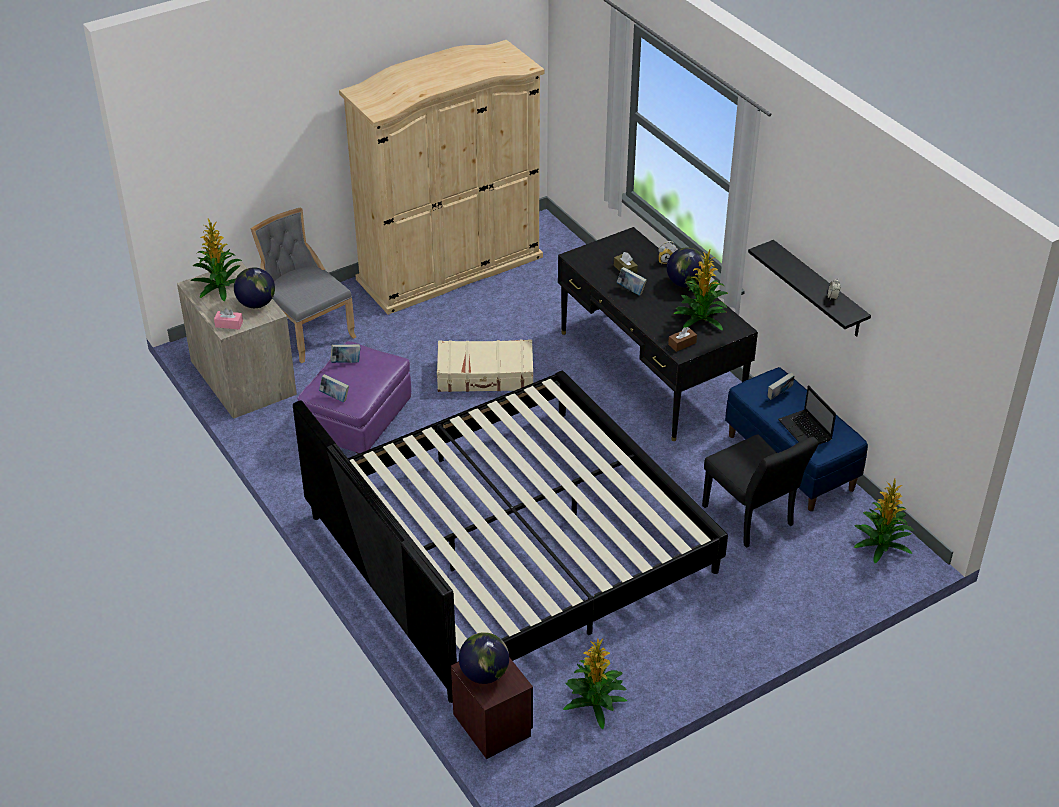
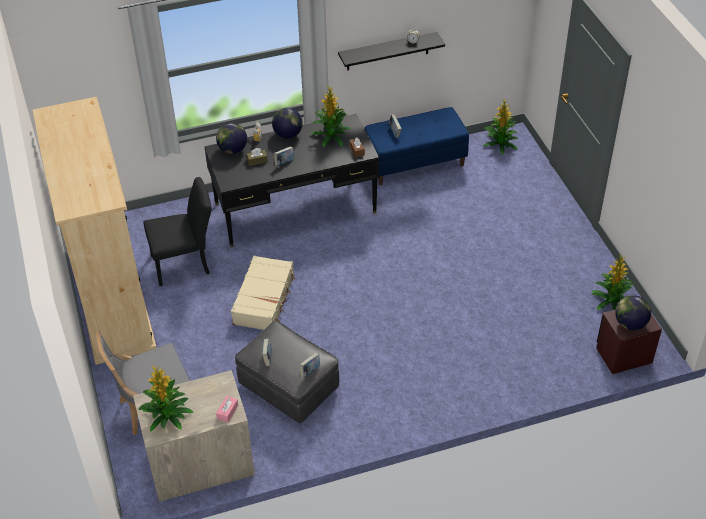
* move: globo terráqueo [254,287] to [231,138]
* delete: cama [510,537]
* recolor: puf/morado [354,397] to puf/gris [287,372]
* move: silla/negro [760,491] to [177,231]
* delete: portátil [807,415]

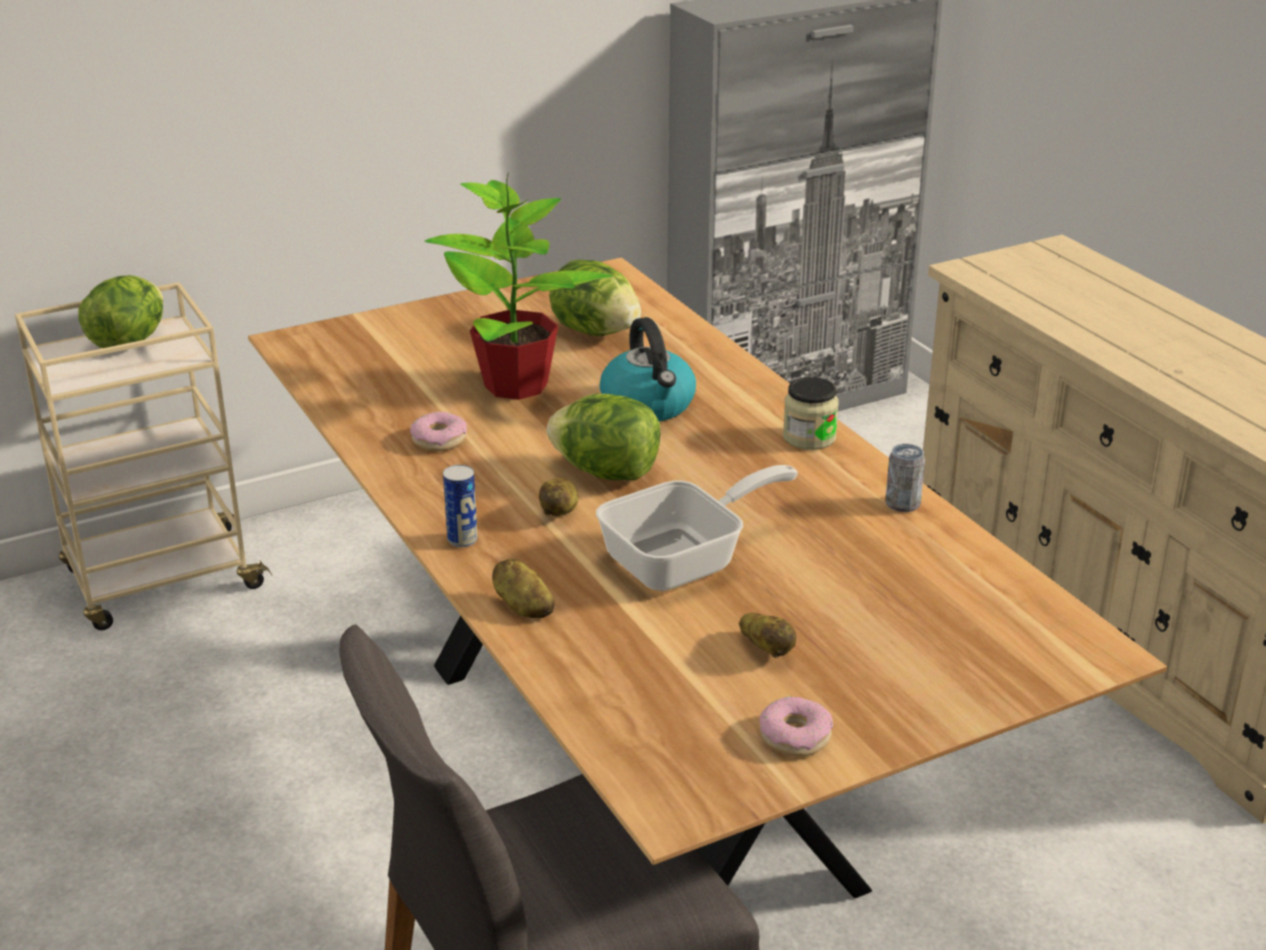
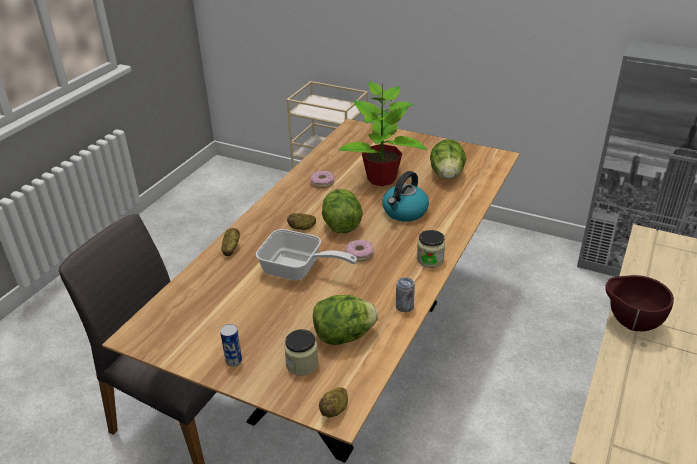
* move: lechuga [121,311] to [345,320]
* move: lata [460,506] to [231,345]
* move: patata [768,635] to [333,402]
* move: rosquilla [796,726] to [359,251]
* insert: tarro [301,352]
* insert: cuenco/marrón [639,303]

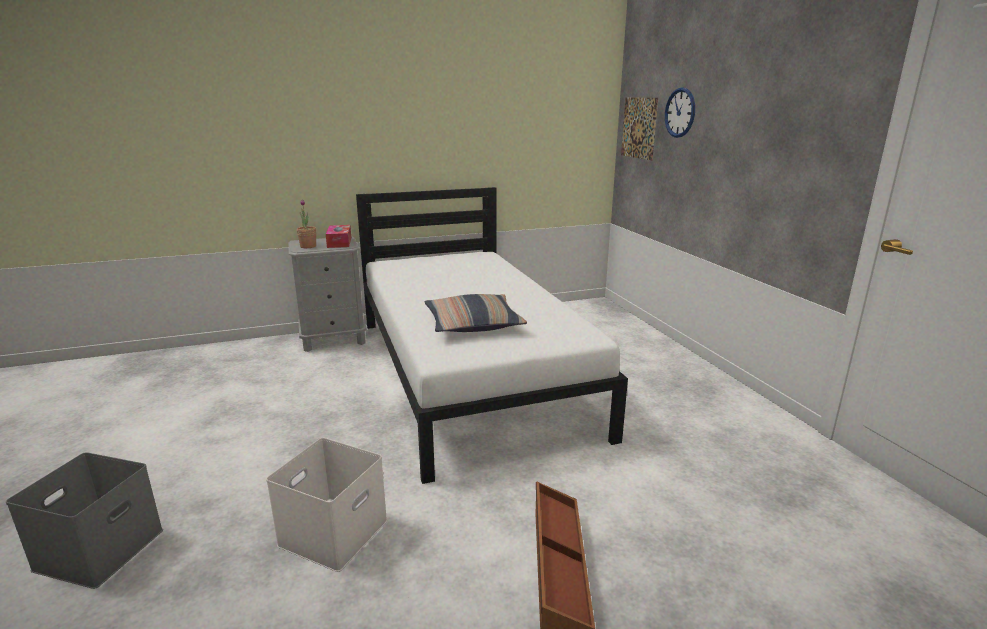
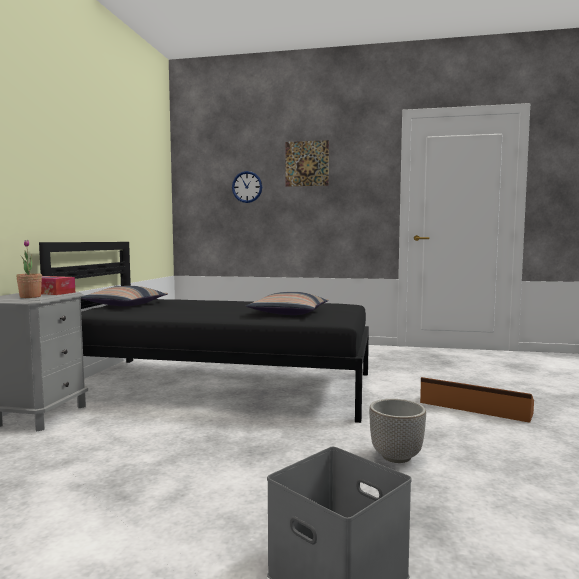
* replace: caja de almacenaje/blanco [326,505] to maceta [397,431]
* recolor: cama/blanco [492,335] to cama/negro [204,332]
* move: cuadro [639,129] to [307,163]
* insert: cojín [124,296]

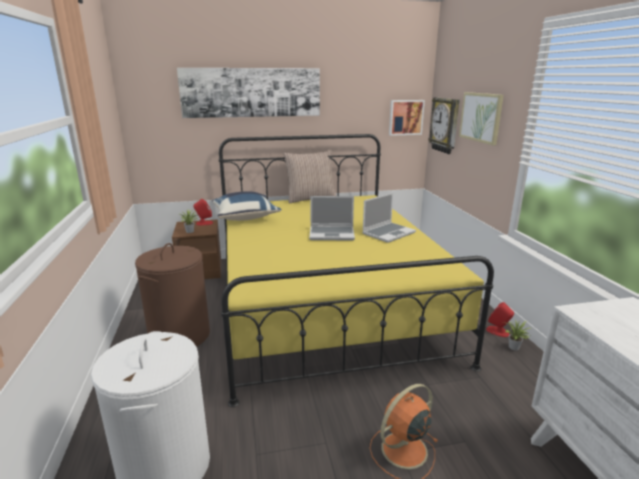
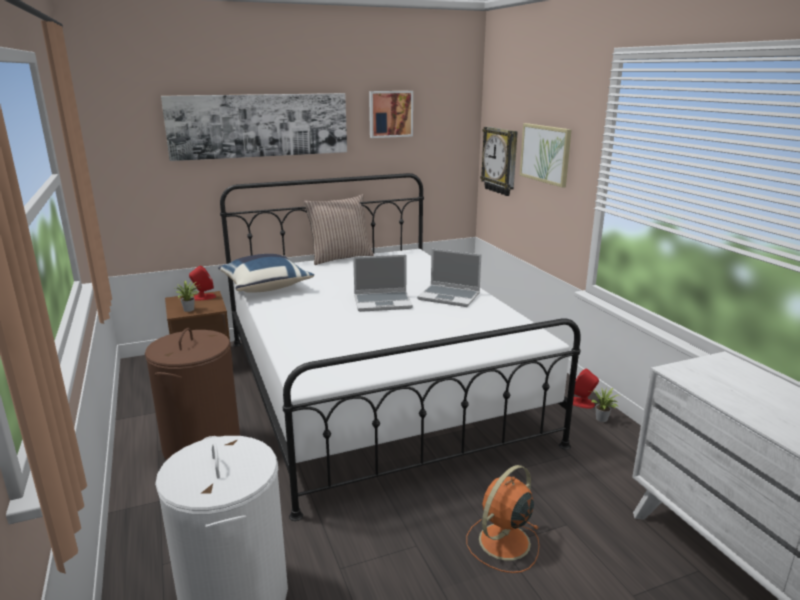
* recolor: cama/amarillo [356,270] to cama/blanco [400,347]
* rotate: portátil [389,218] = [449,278] 75 degrees clockwise
* move: cuadro [407,118] to [391,114]

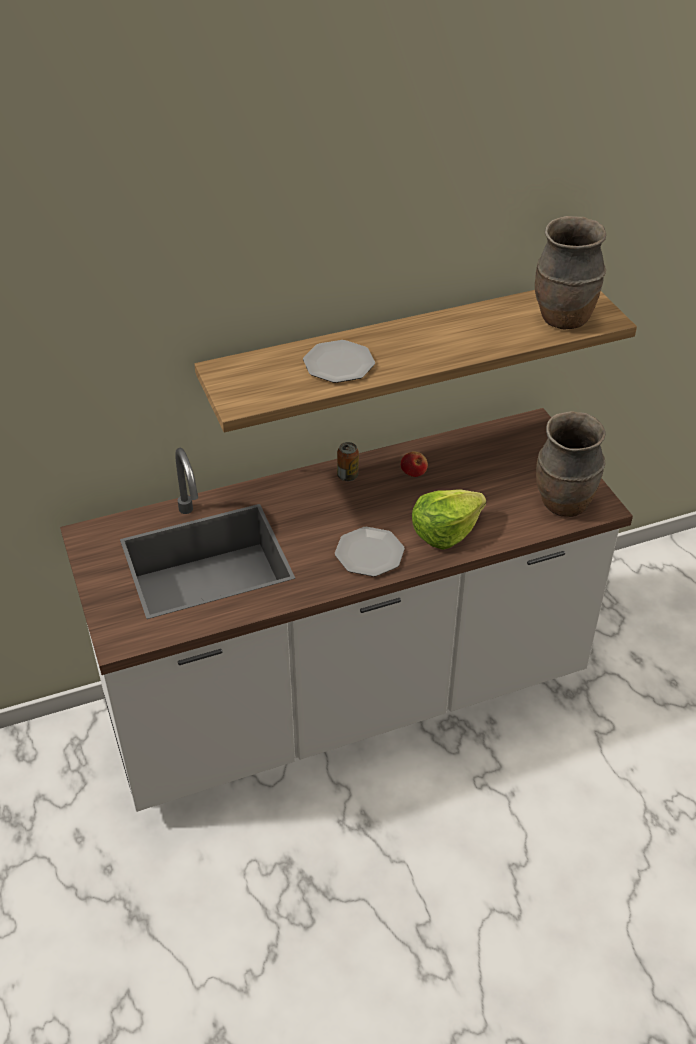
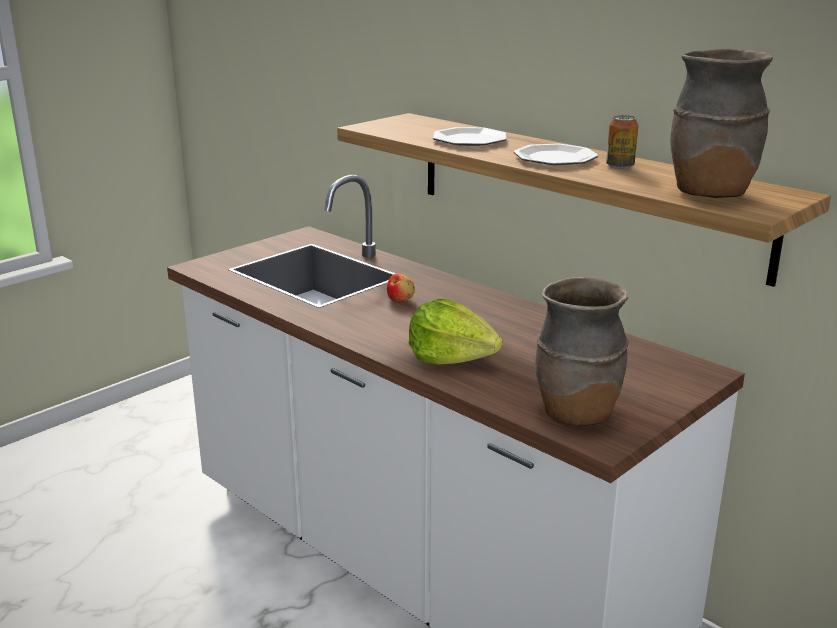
* move: plato [370,552] to [556,154]
* move: lata [348,461] to [622,142]
* move: manzana [414,464] to [401,287]

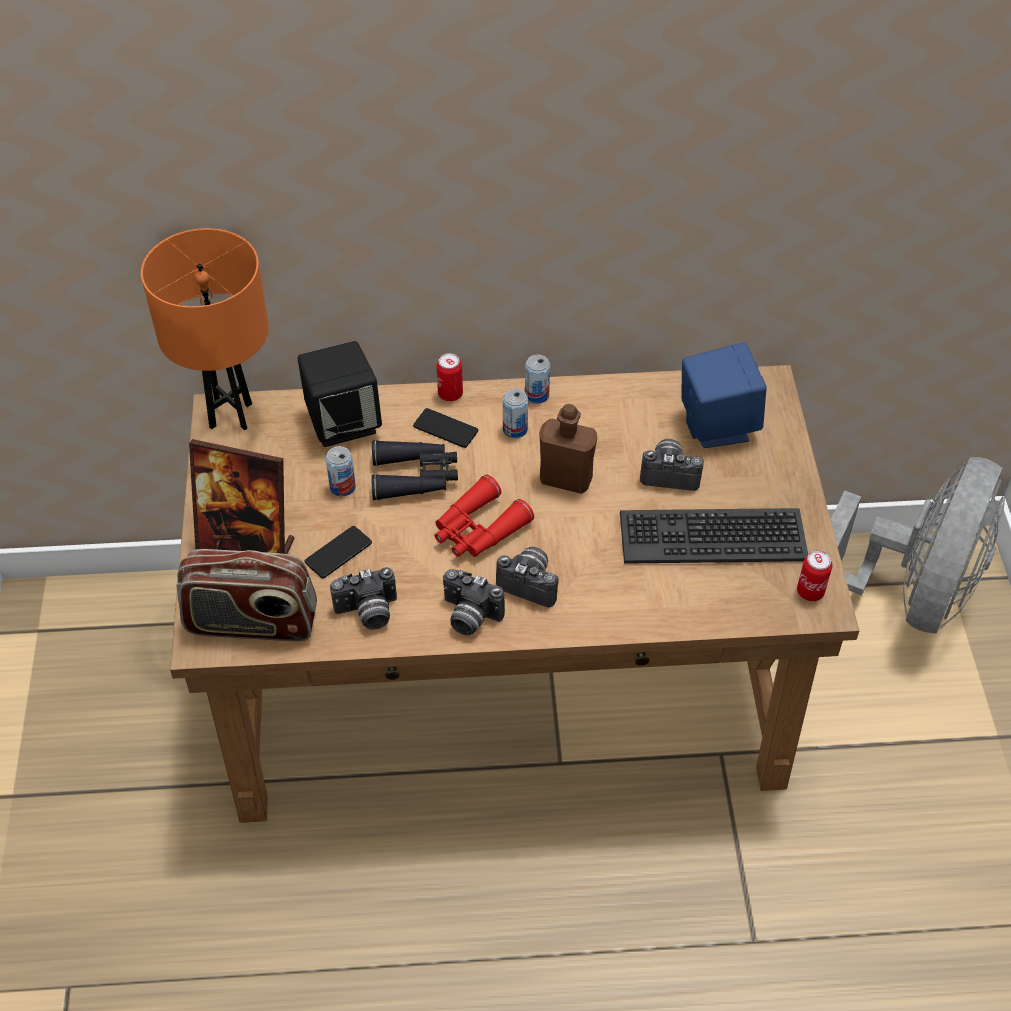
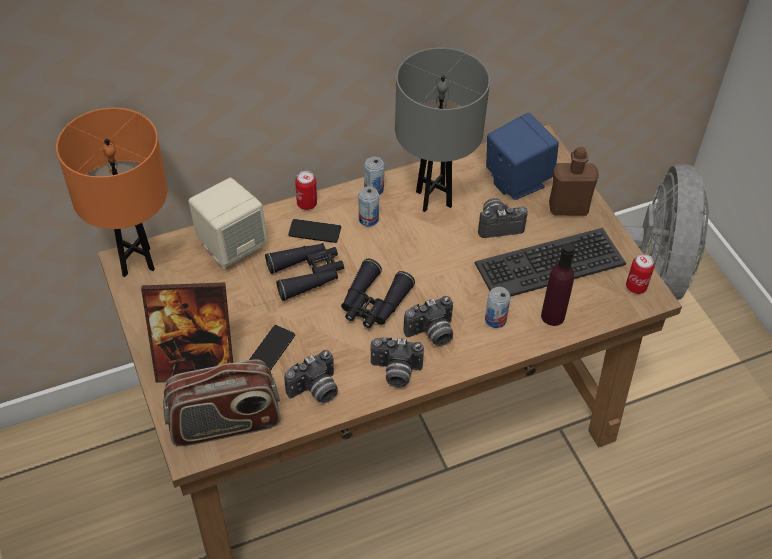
* recolor: altavoz/negro [340,394] to altavoz/beis [228,223]
* move: lata [341,471] to [497,307]
* recolor: prismáticos/rojo [484,516] to prismáticos/negro [378,293]
* rotate: cámara [527,577] = [428,321] 150 degrees clockwise
* move: botella/marrón [568,449] to [574,181]
* insert: lámpara de mesa/gris [442,130]
* insert: botella/morado [558,284]

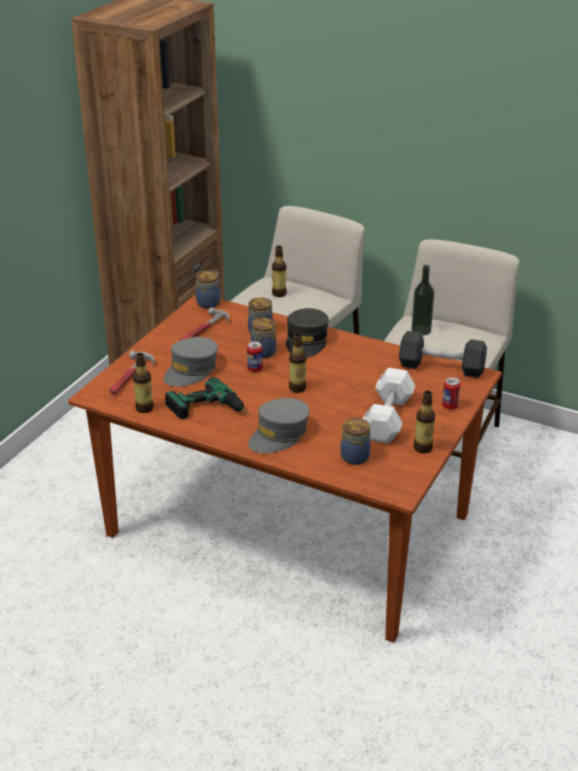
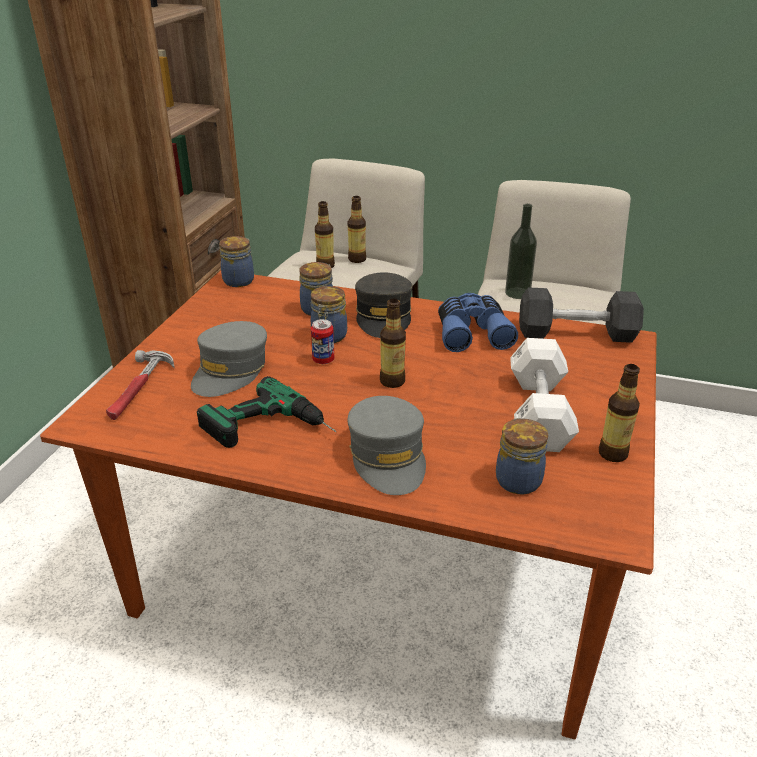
* move: botella [143,383] to [357,229]
* delete: martillo [204,323]
* rotate: gorra/gris [279,425] = [387,445] 45 degrees counterclockwise
* delete: lata [451,393]
* insert: prismáticos/azul [478,322]

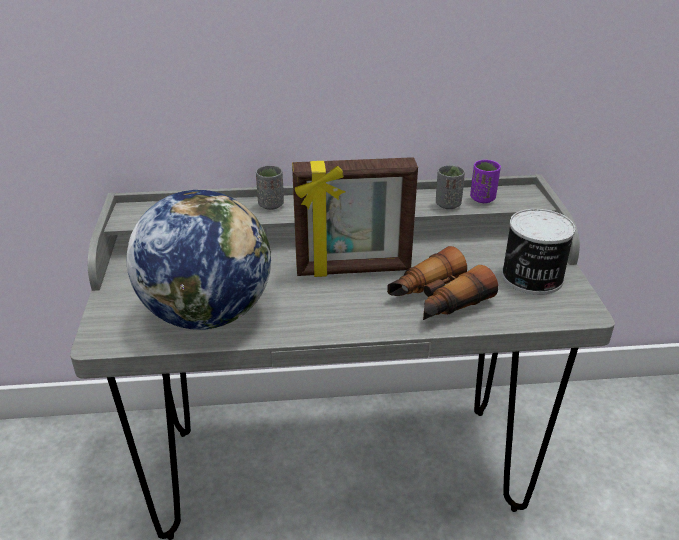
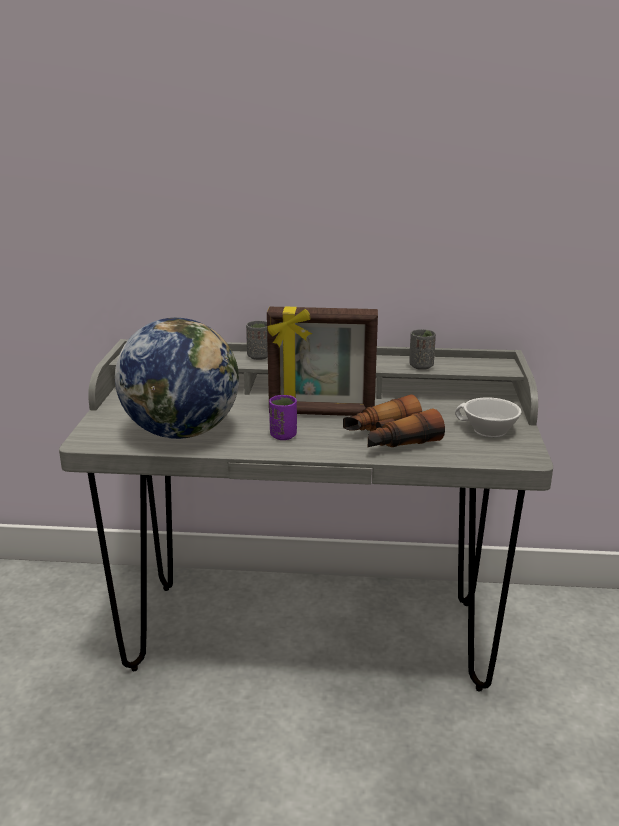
* move: taza/morado [485,181] to [283,417]
* replace: lata [539,252] to taza/blanco [488,417]

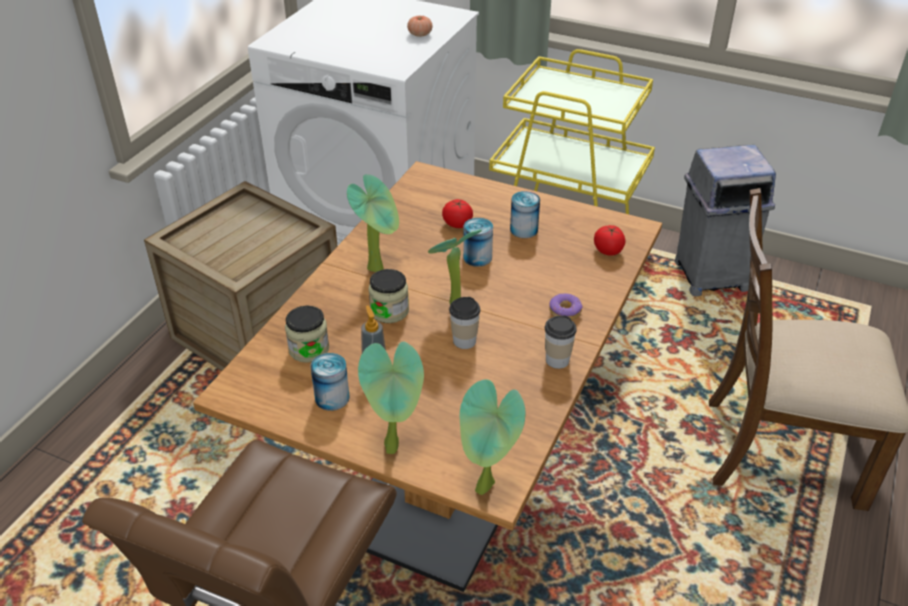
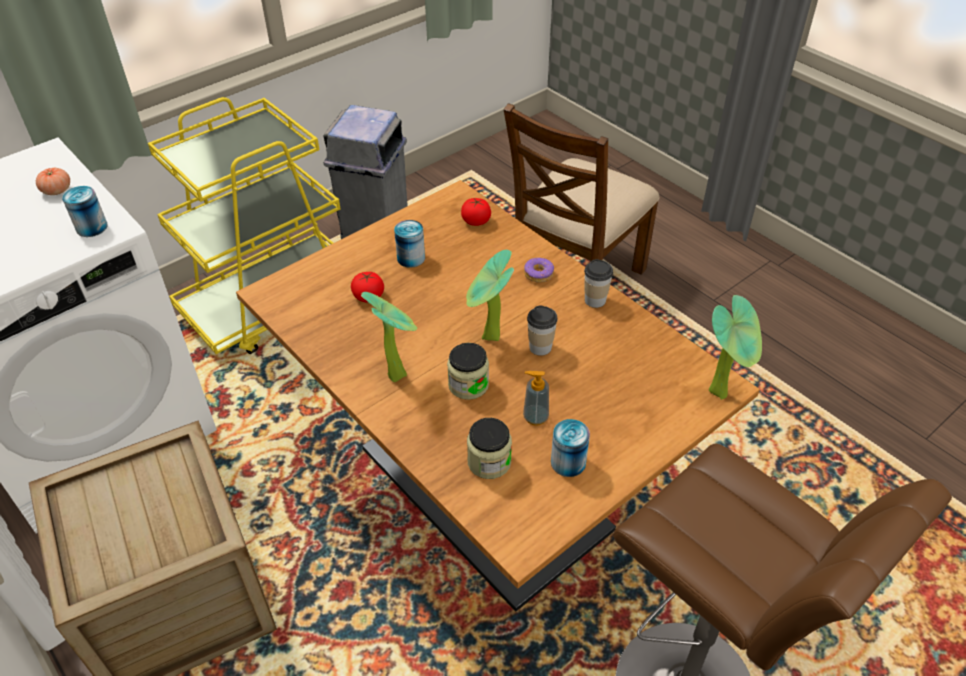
* delete: planta en maceta [391,398]
* move: lata [478,242] to [85,211]

